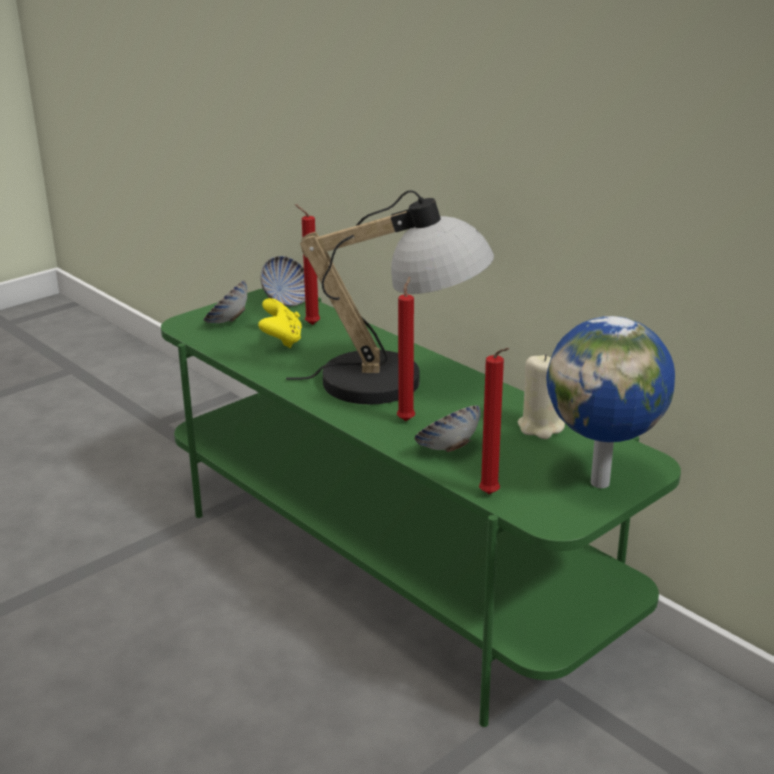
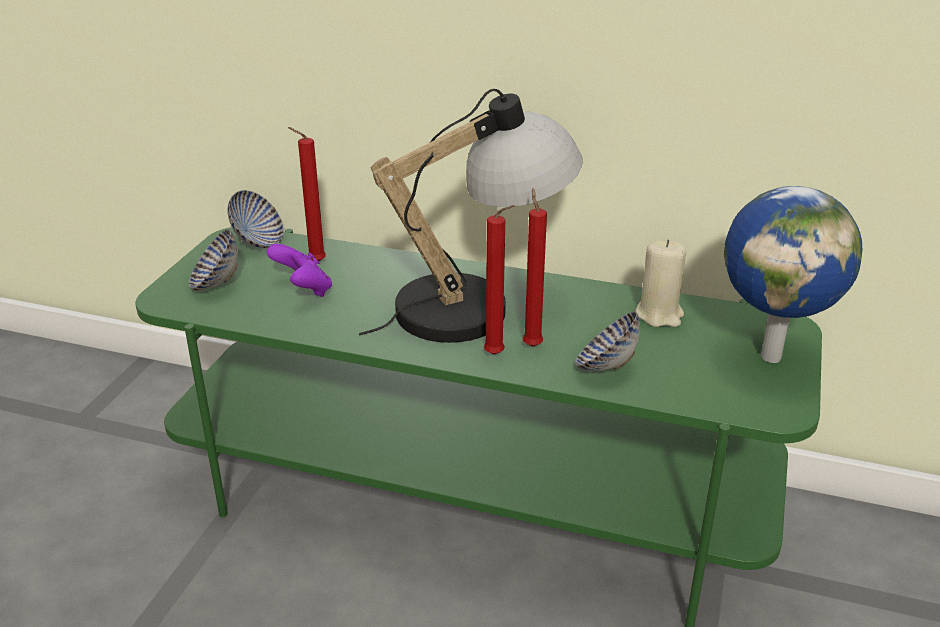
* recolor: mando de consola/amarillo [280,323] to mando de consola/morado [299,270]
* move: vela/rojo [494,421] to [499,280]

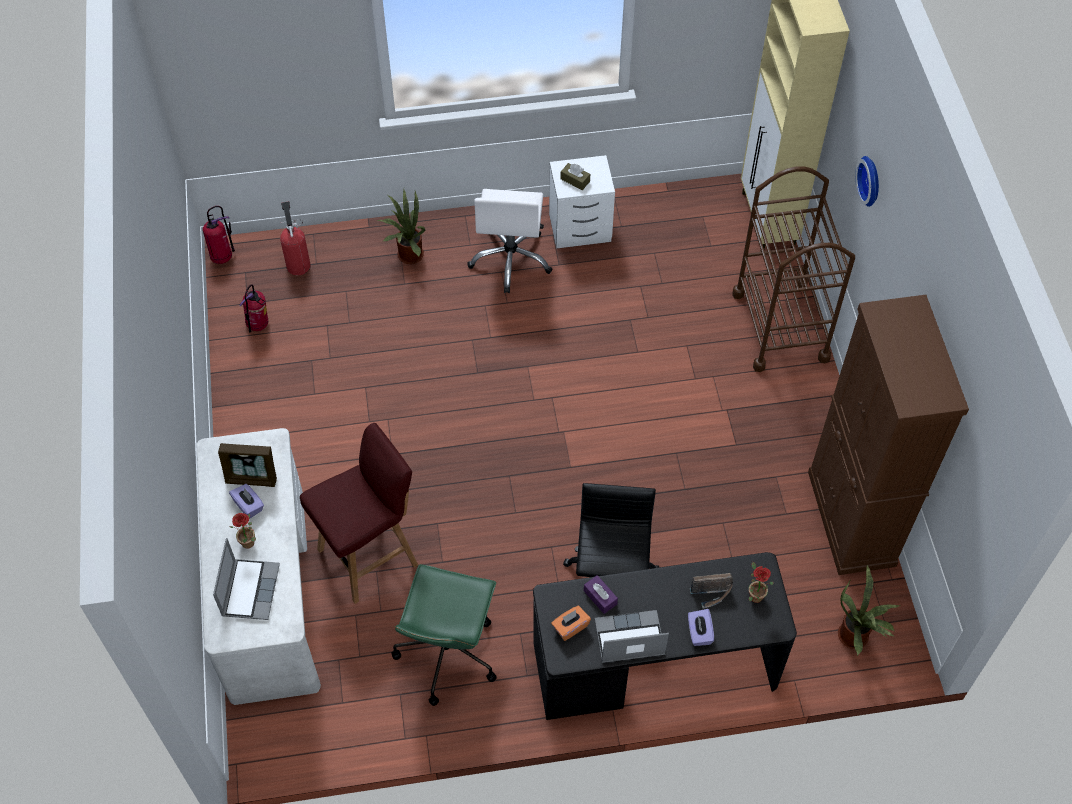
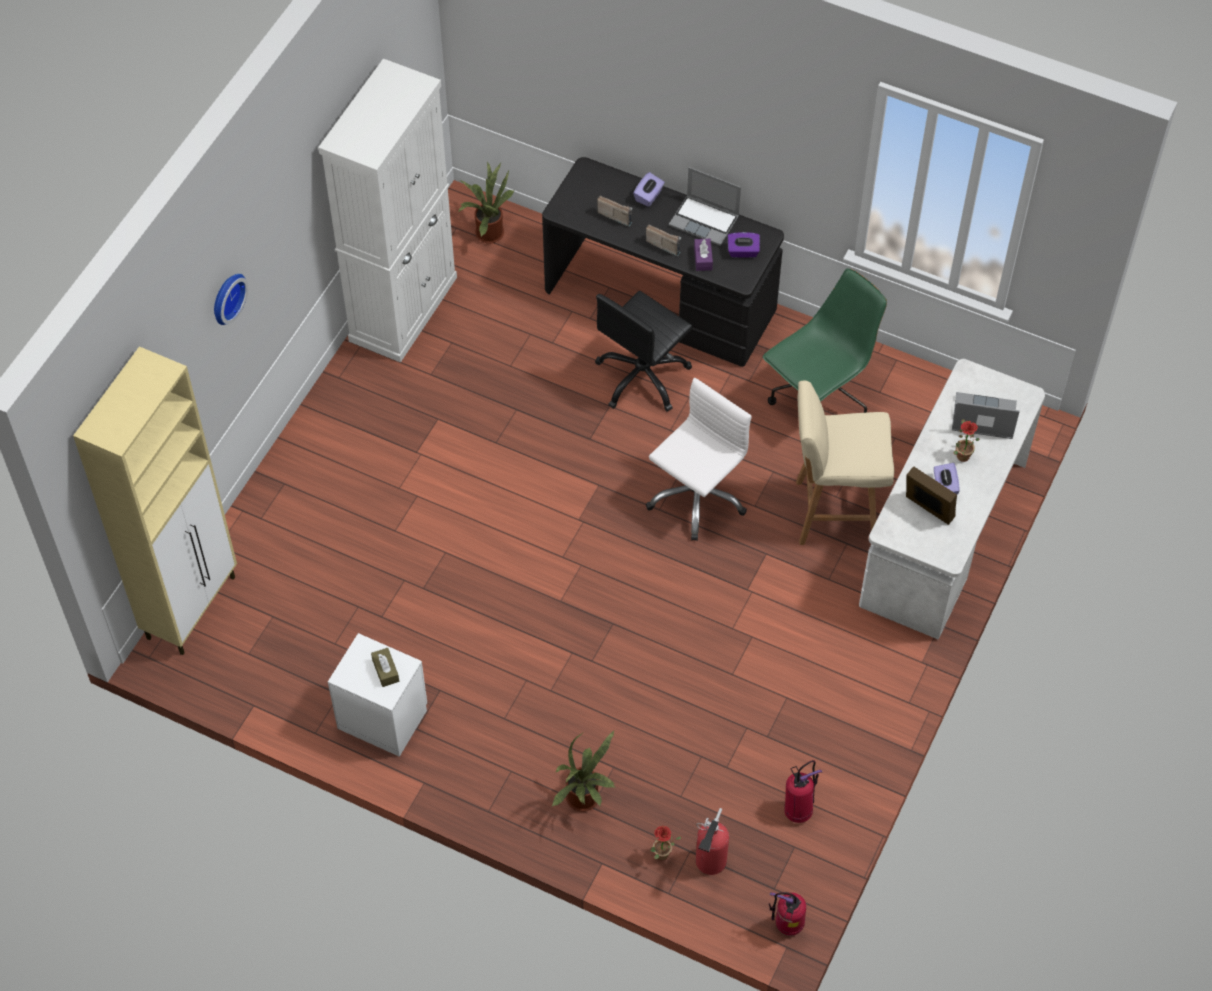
* rotate: portátil [246,579] = [986,415] 60 degrees clockwise
* recolor: taburete/rojo [359,513] to taburete/beis [845,462]
* move: silla de oficina/blanco [509,241] to [699,459]
* recolor: caja de pañuelos/naranja [571,623] to caja de pañuelos/morado [744,245]
* delete: carrito/marrón [793,269]
* move: planta en maceta [761,582] to [666,843]
* recolor: armario/marrón [888,435] to armario/blanco [387,211]
* insert: radio [664,240]

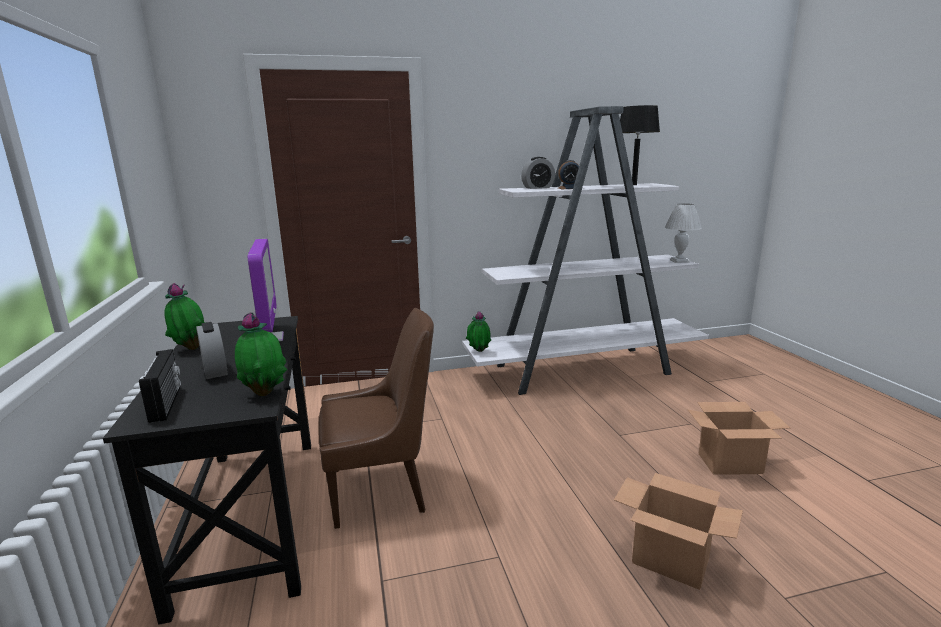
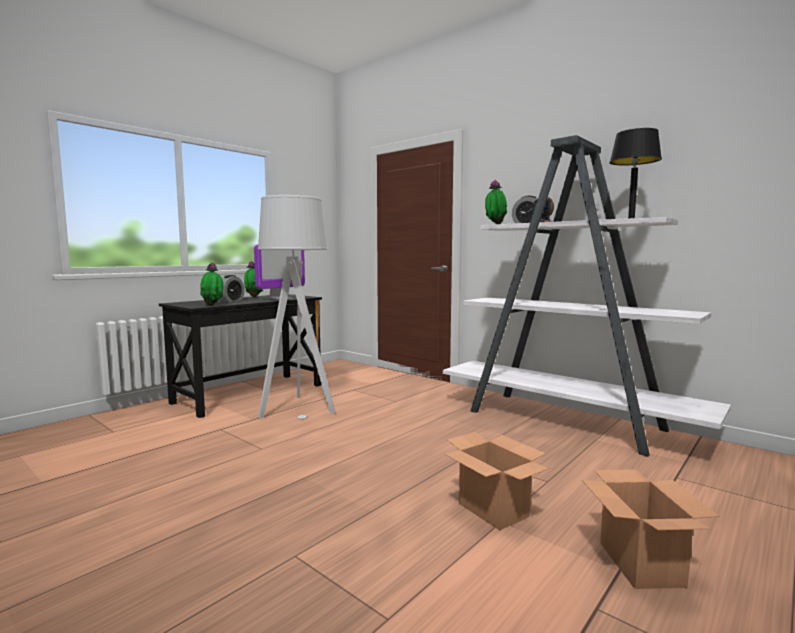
* delete: radio [160,386]
* replace: silla/marrón [376,418] to lámpara de pie/gris [296,307]
* move: planta en maceta [478,331] to [496,202]
* move: caja de cartón [678,531] to [651,529]
* delete: lámpara de mesa/blanco [683,233]

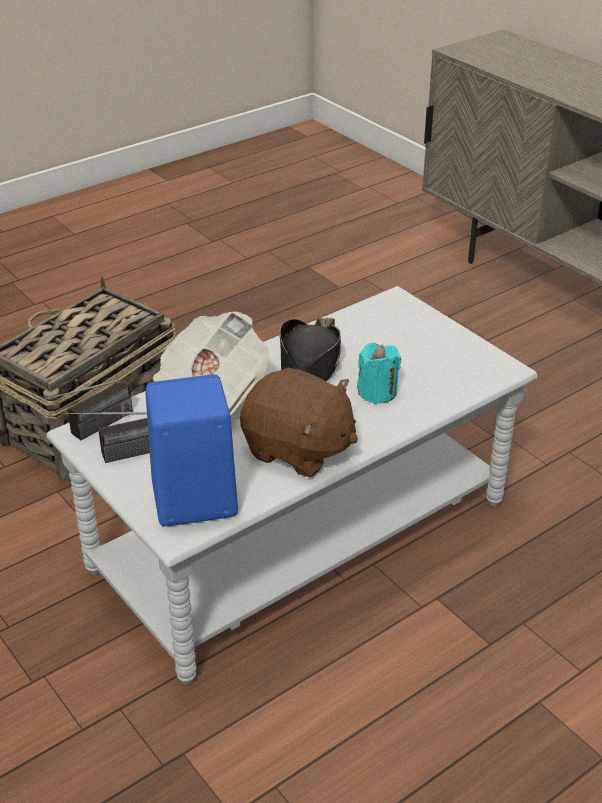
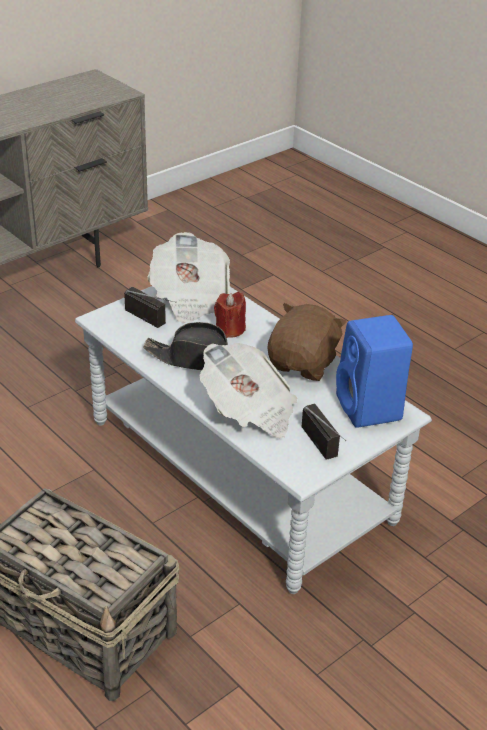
* move: radio [83,410] to [150,307]
* recolor: vela/turquesa [379,373] to vela/rojo [230,315]
* insert: periódico [188,277]

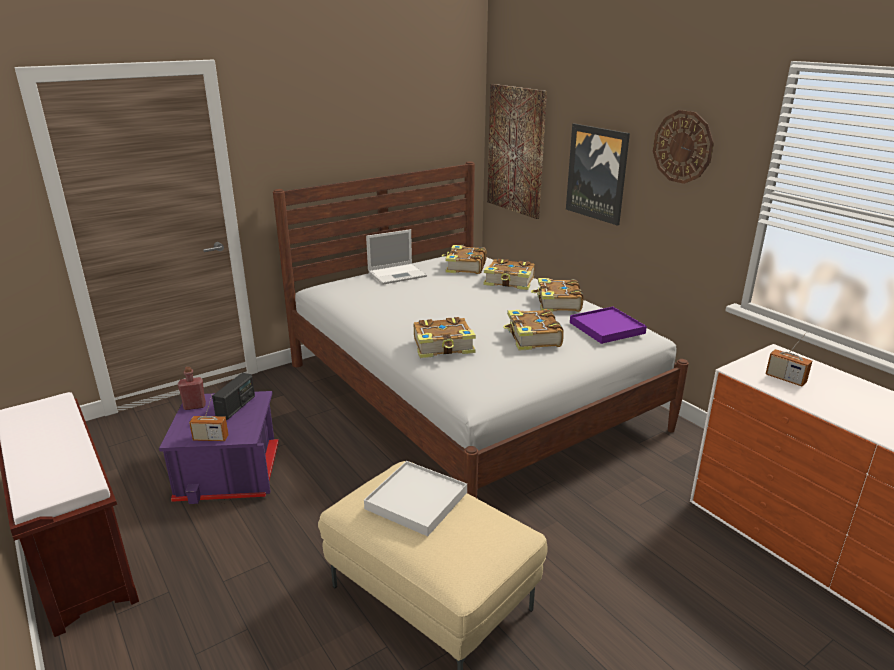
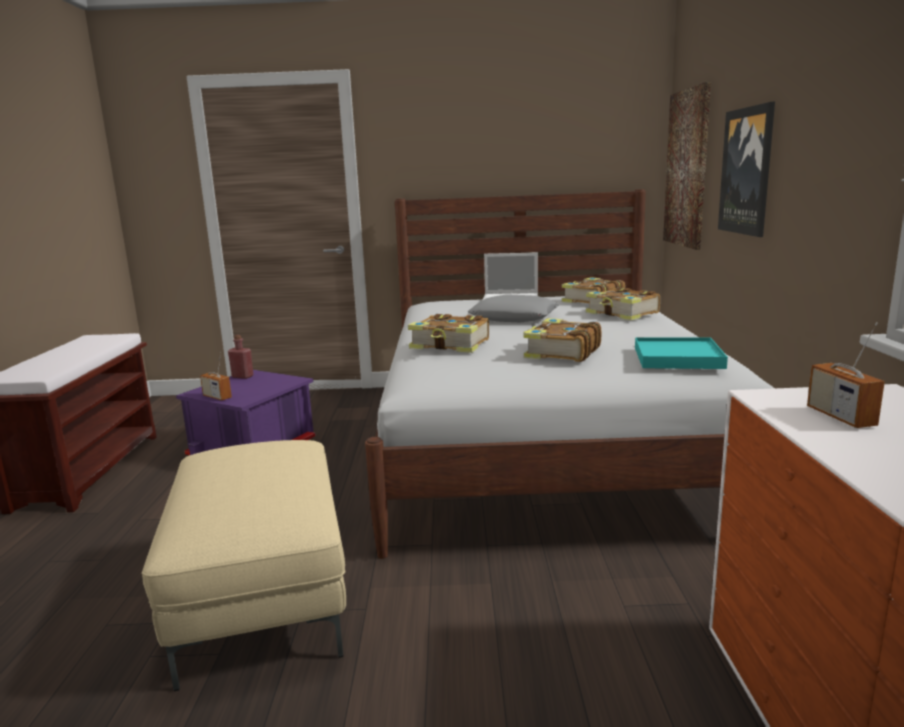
* delete: radio [233,397]
* delete: bandeja/blanco [415,498]
* delete: libro [557,295]
* recolor: bandeja/morado [608,325] to bandeja/turquesa [681,353]
* delete: reloj de pared [683,147]
* insert: cojín/gris [514,308]

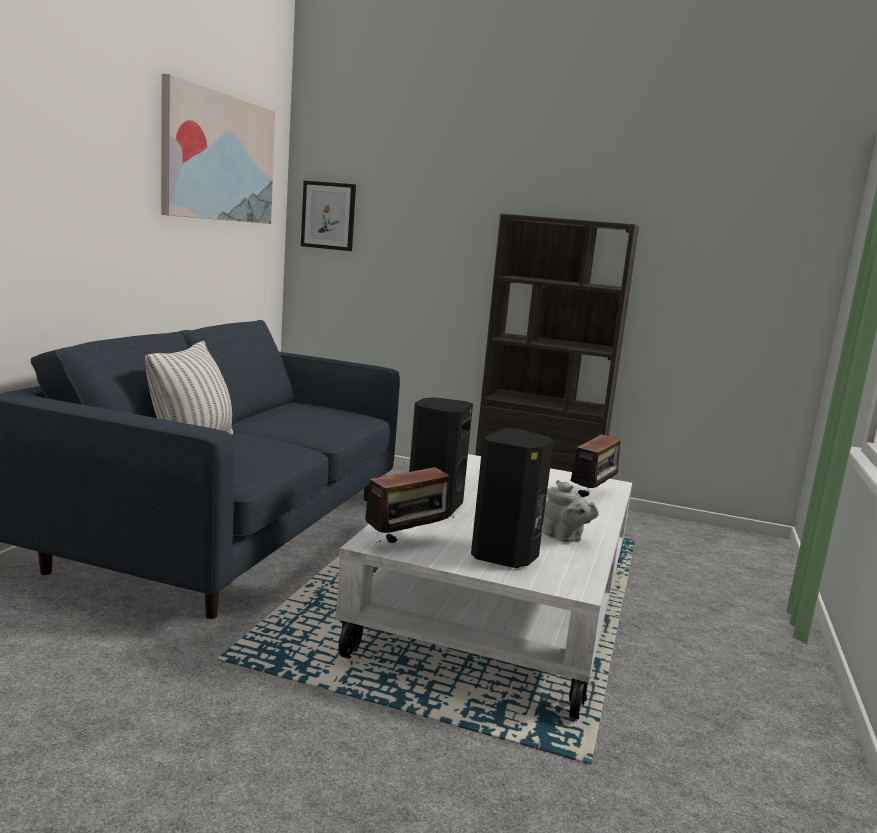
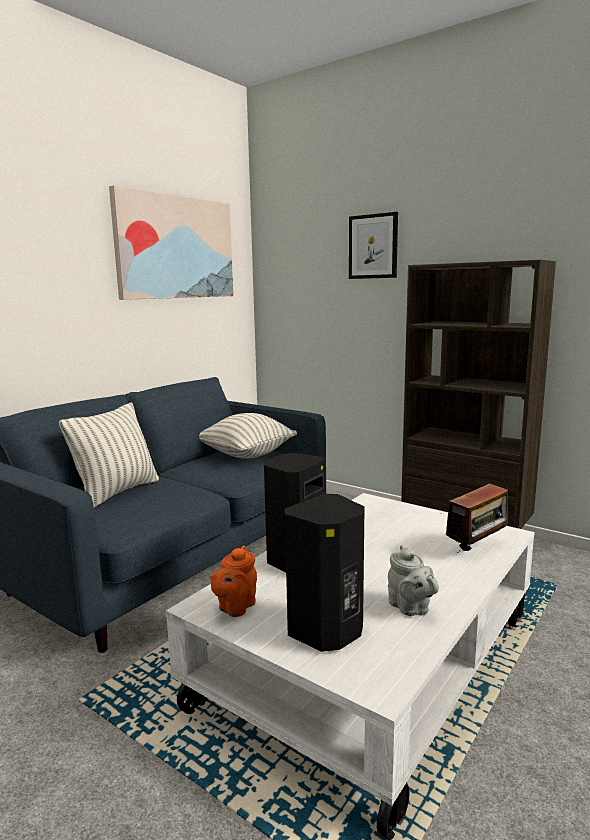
* move: cuadro [328,216] to [373,245]
* replace: radio [409,502] to tetera/naranja [233,581]
* insert: cojín [248,436]

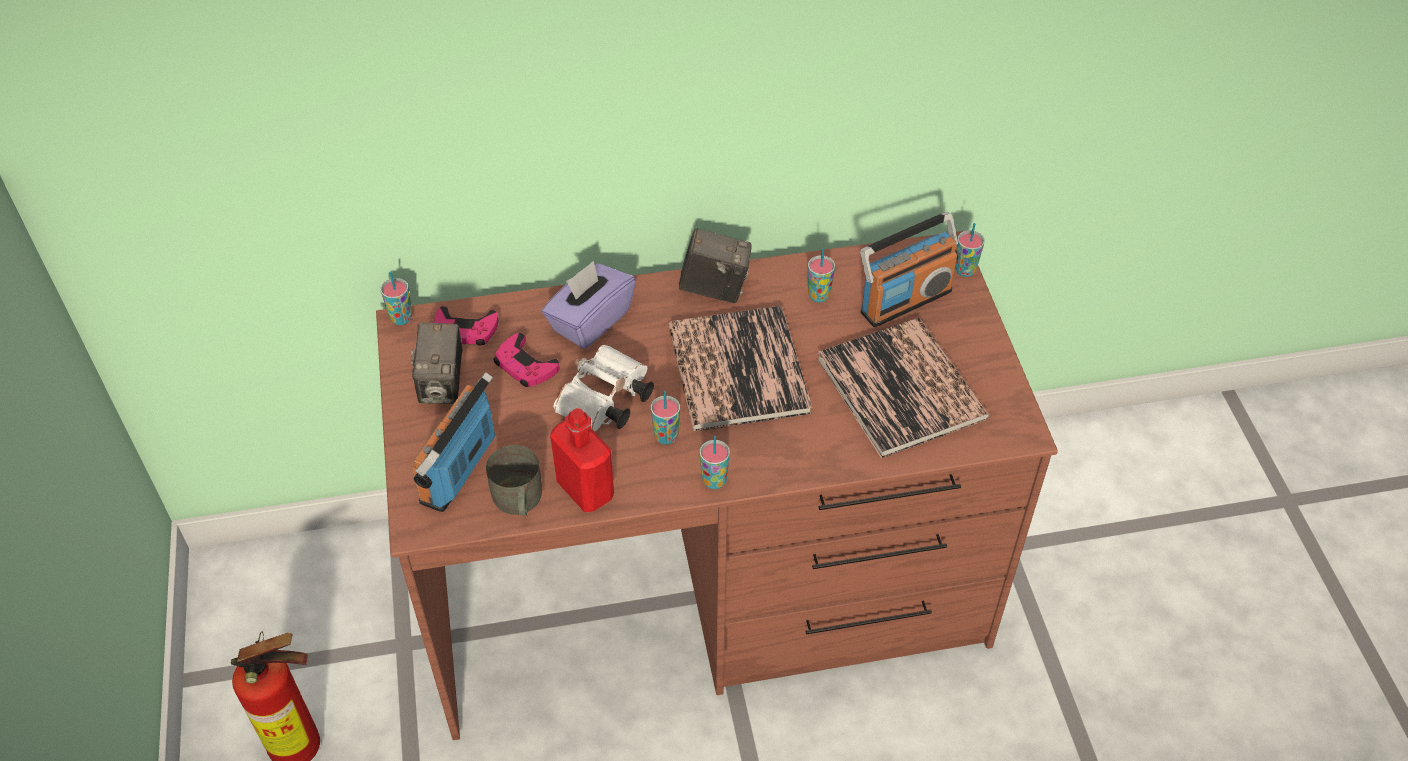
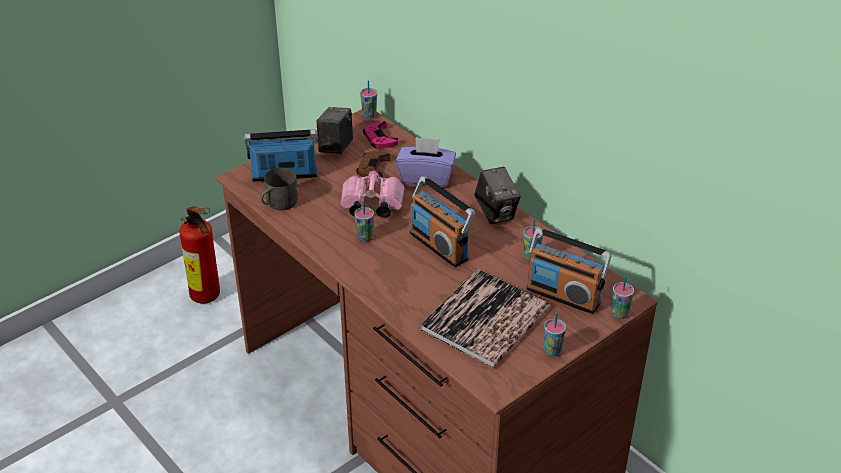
* rotate: cámara [437,363] = [335,130] 135 degrees clockwise
* recolor: mando de consola/rosa [527,360] to mando de consola/marrón [373,165]
* delete: botella/rojo [582,460]
* recolor: prismáticos/blanco [603,388] to prismáticos/rosa [372,194]
* replace: libro [740,368] to radio [442,221]
* move: taza [714,462] to [555,334]

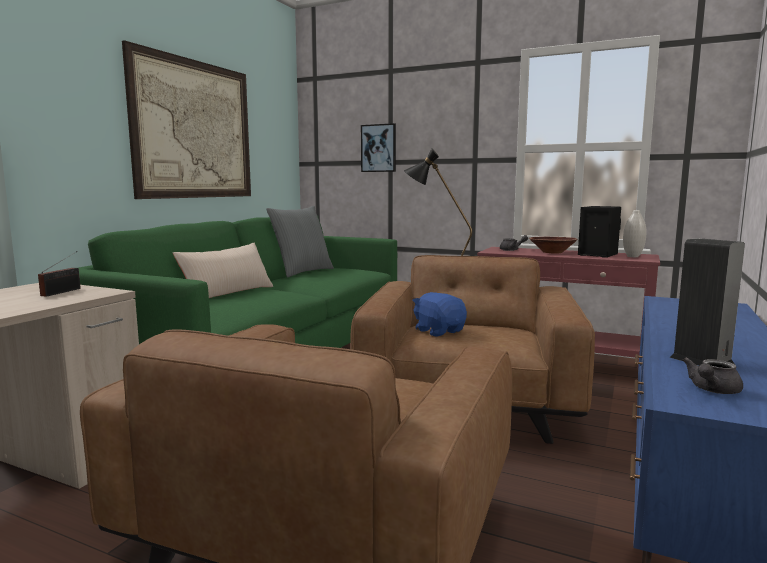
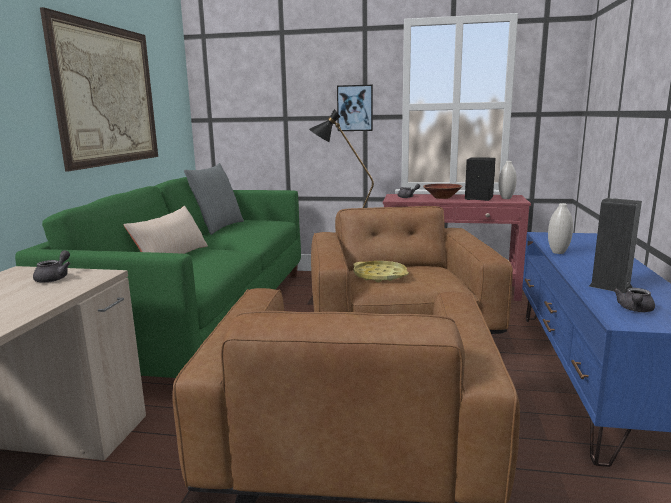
* replace: radio [59,273] to tetera/gris [51,266]
* move: cuadro [378,147] to [355,108]
* replace: peluche/azul [439,314] to bandeja/amarillo [381,271]
* insert: florero/blanco [560,228]

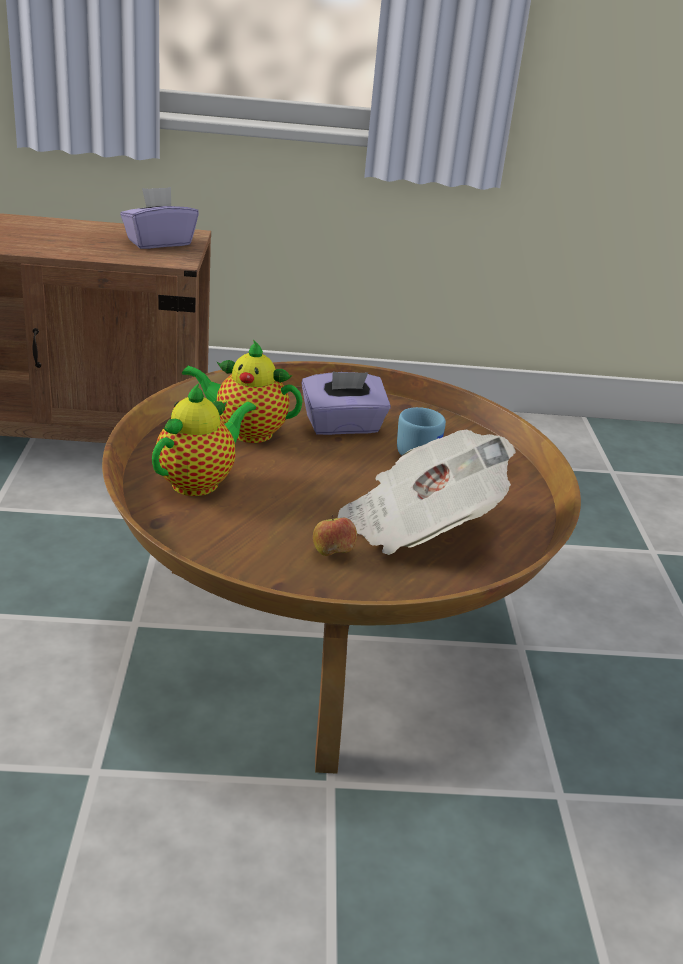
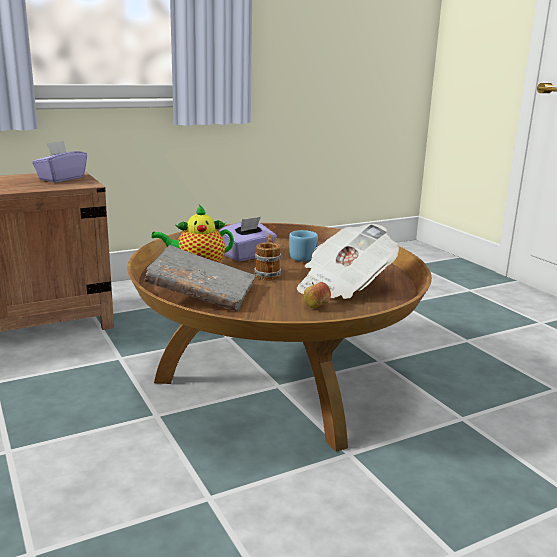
* replace: tetera [204,439] to libro/gris [199,278]
* insert: taza grande [267,257]

